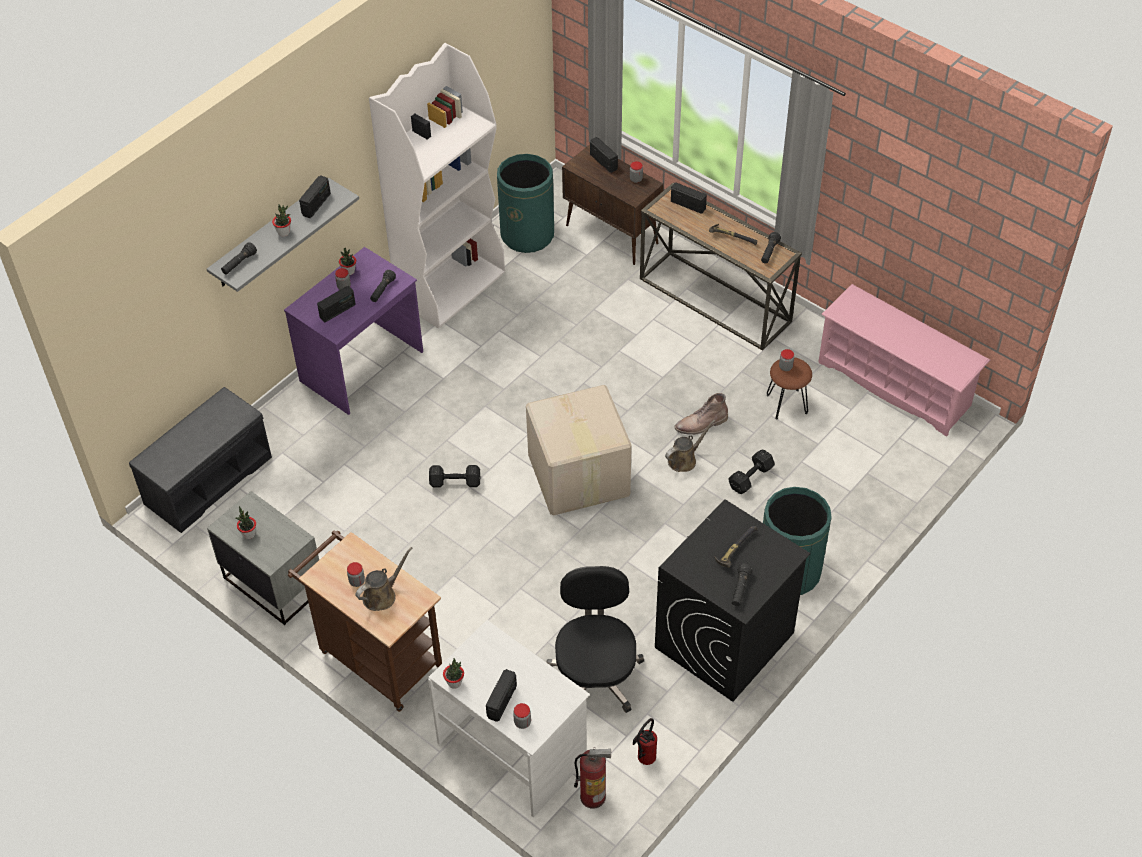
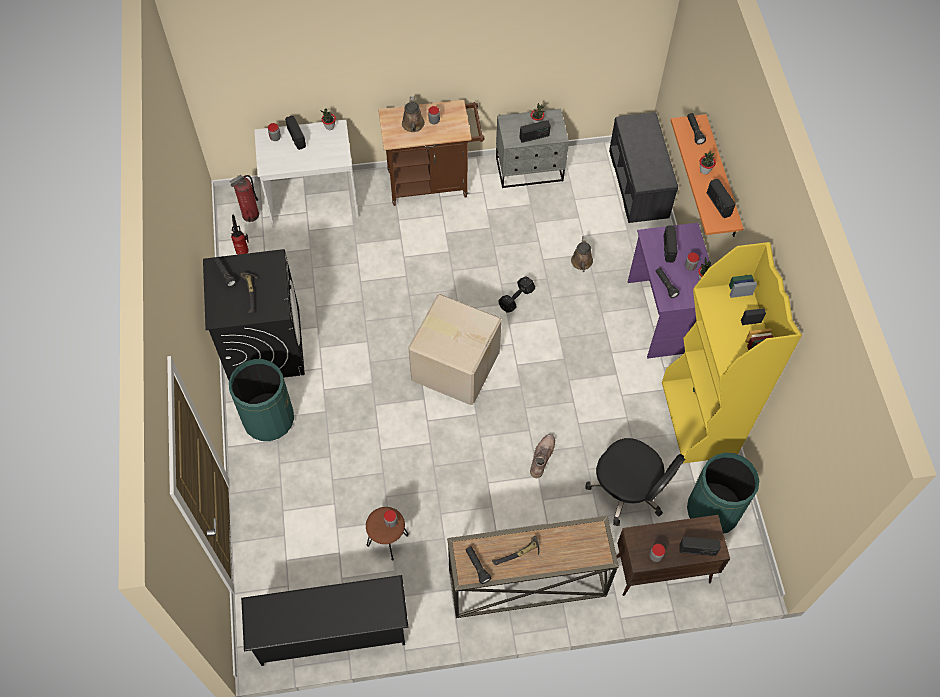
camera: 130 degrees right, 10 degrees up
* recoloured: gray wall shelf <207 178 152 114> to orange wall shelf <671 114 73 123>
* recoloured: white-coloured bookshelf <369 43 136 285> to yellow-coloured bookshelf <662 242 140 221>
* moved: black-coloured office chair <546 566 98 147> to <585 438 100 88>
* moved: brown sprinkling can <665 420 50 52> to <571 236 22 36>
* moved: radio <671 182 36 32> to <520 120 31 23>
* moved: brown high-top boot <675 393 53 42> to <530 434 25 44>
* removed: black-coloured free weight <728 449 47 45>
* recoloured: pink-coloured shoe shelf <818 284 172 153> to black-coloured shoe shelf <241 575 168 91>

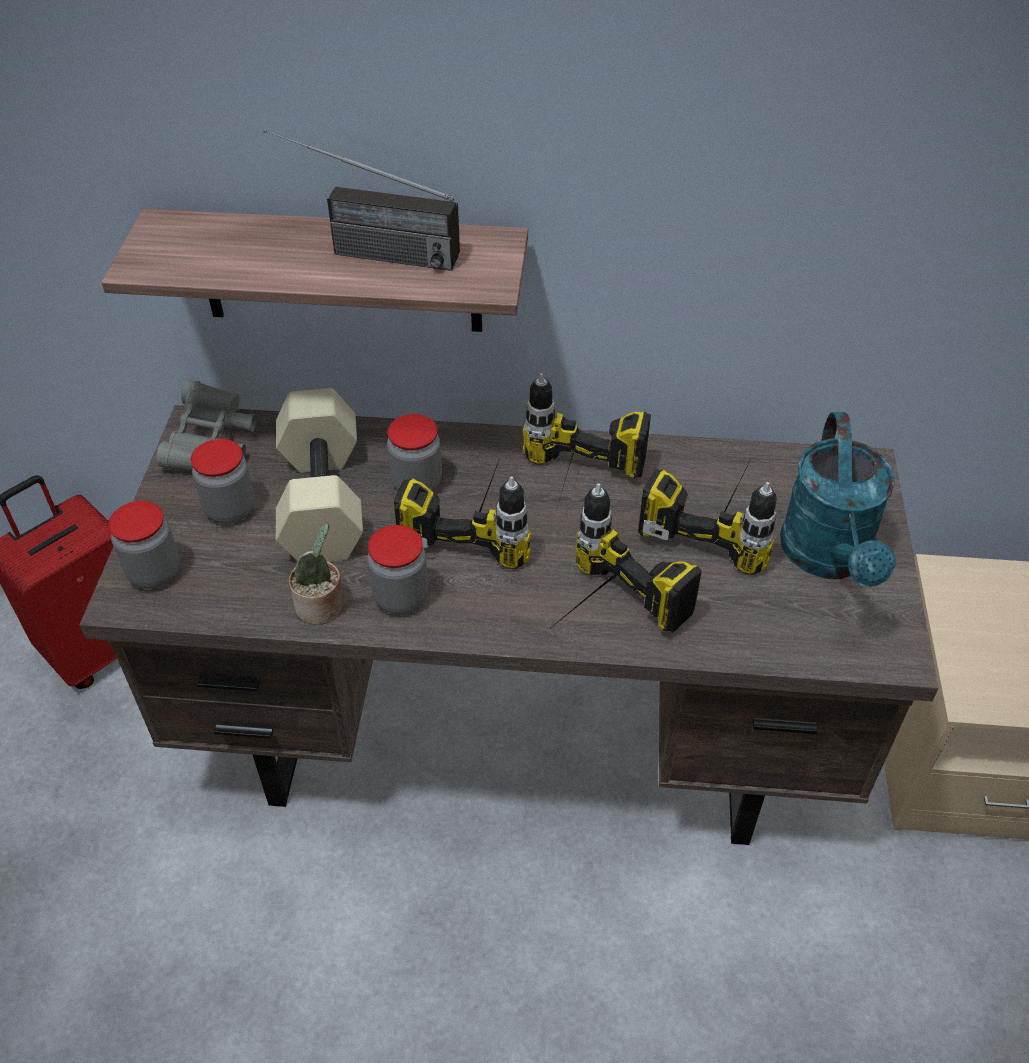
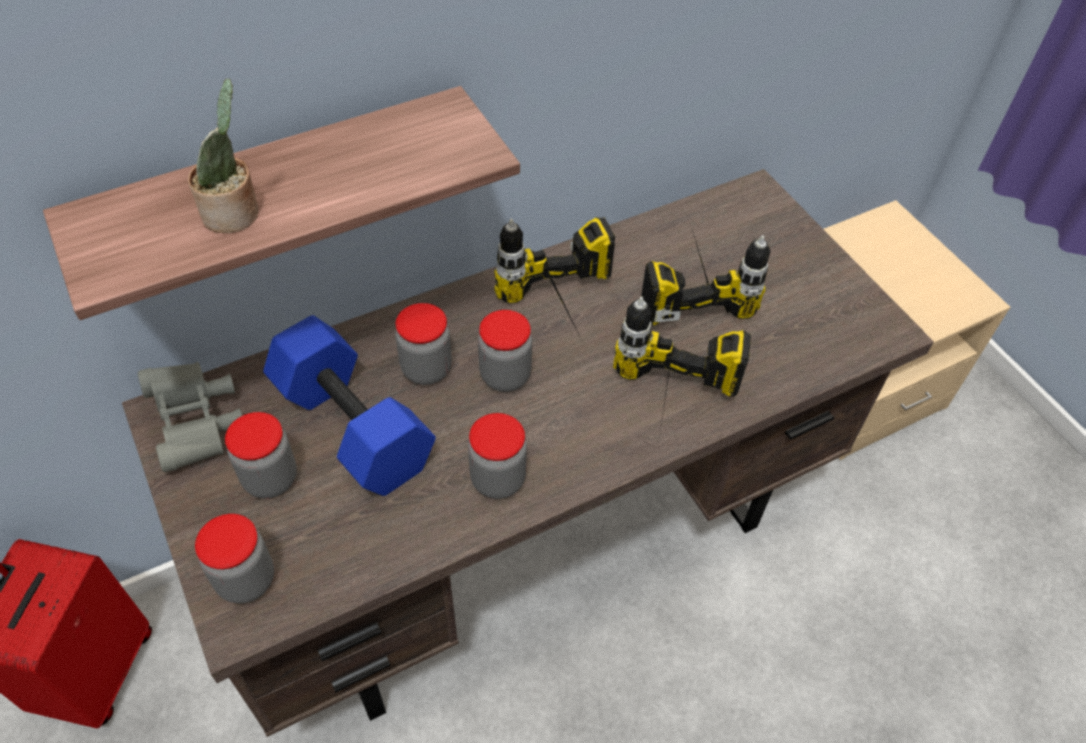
camera: 35 degrees left, 5 degrees up
* removed: radio <263 129 197 142>
* recoloured: sand-coloured free weight <276 388 87 174> to bluish free weight <263 315 173 181>
* moved: potted plant <289 523 55 102> to <188 79 71 154>
* replaced: electric drill <394 458 137 111> to preserve jar <478 310 54 82>
* removed: turquoise-coloured sprinkling can <780 412 116 175>

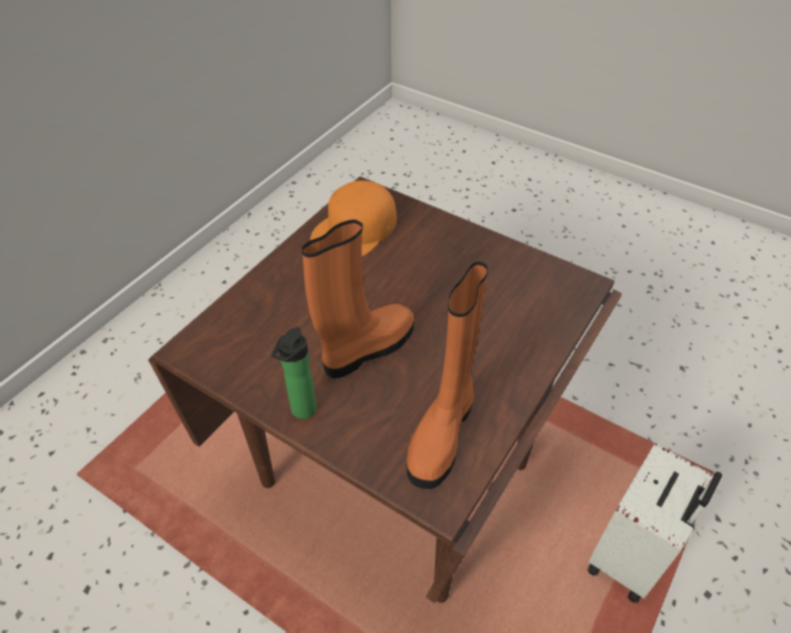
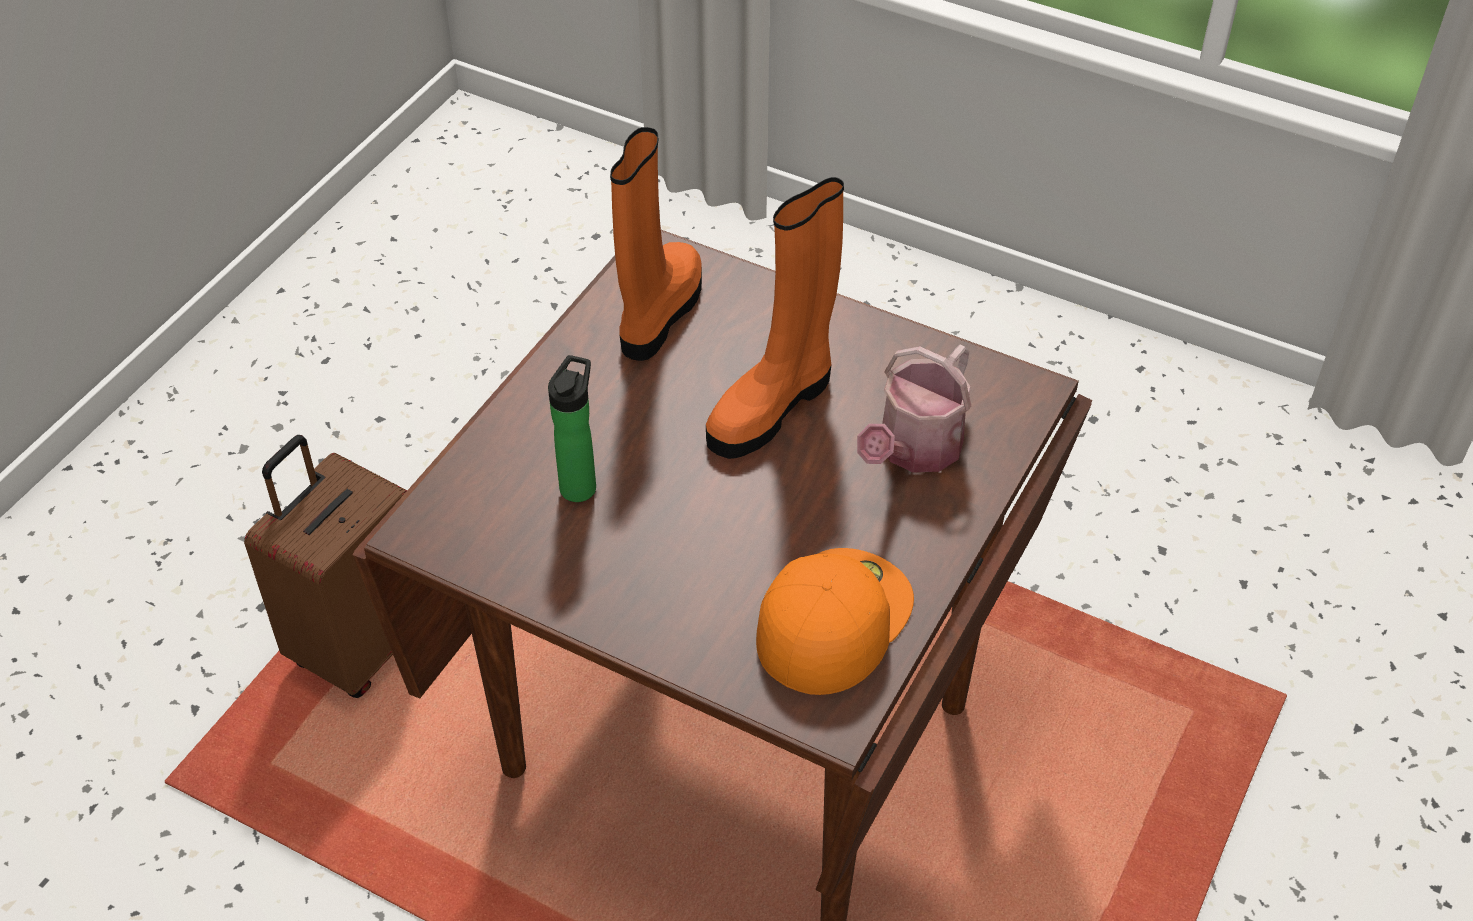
camera: 175 degrees right, 0 degrees up
* moved: drink bottle <271 327 46 92> to <548 355 48 147>
* recoloured: white-coloured travel case <587 443 135 161> to brown travel case <244 435 163 263>
* added: sprinkling can <857 345 115 128>

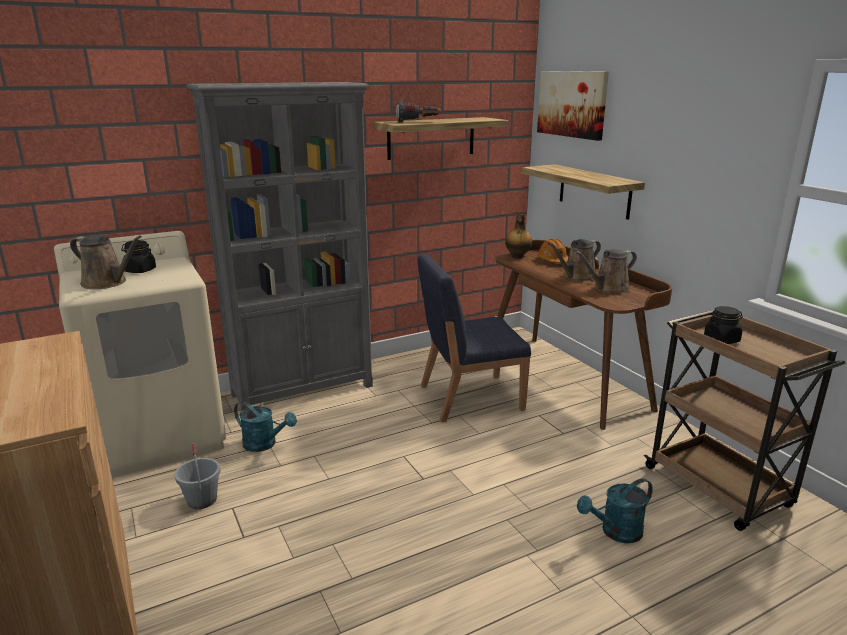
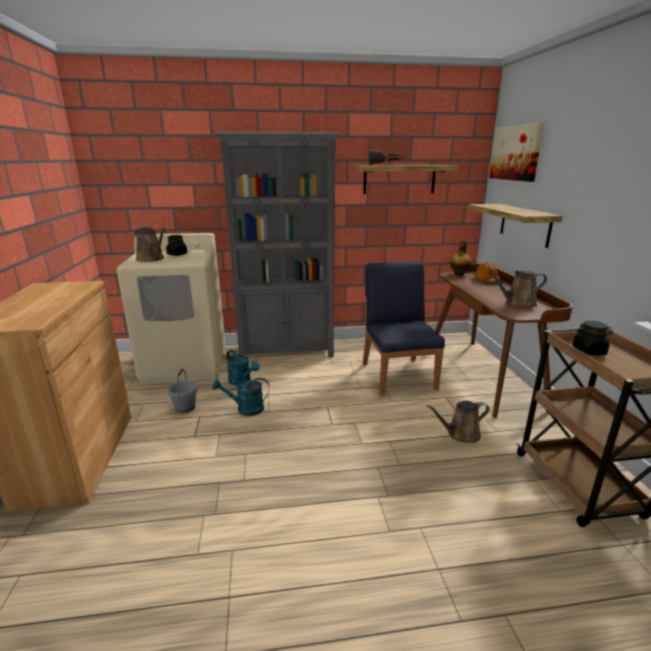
camera: 20 degrees right, 0 degrees up
* turned: bluish plain chair <417 255 114 167> = <363 261 82 134> 75 degrees clockwise
* moved: brown sprinkling can <548 239 53 42> to <427 401 63 42>
* moved: turquoise-coloured sprinkling can <577 478 76 65> to <212 378 57 38>

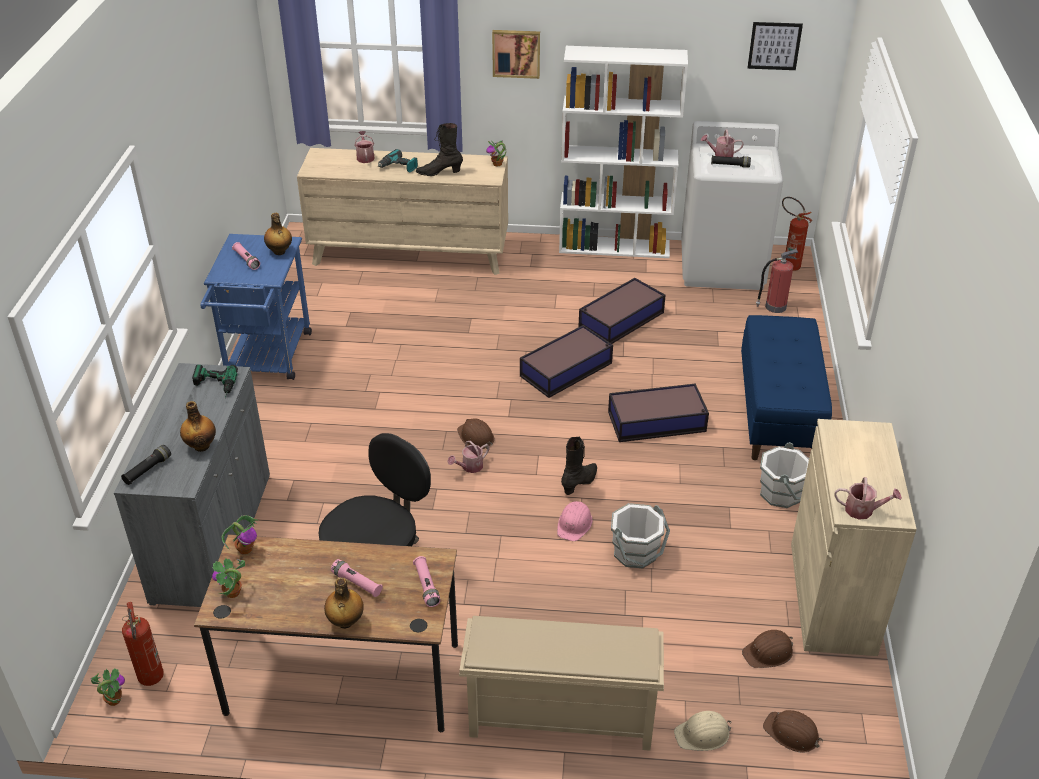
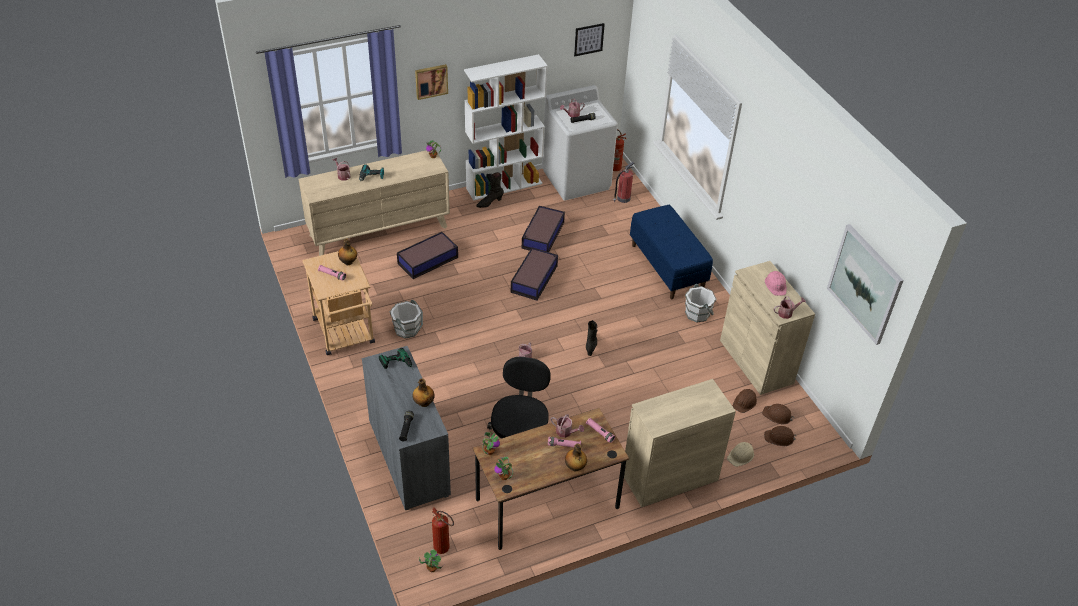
camera: 30 degrees left, 5 degrees up
* recoloured: bluish wheeled cart <200 234 112 146> to sand-coloured wheeled cart <302 251 73 104>
* moved: black-coloured high-top boot <416 123 47 53> to <476 172 28 36>
* moved: brown safety helmet <457 418 37 31> to <762 404 32 21>
* replaced: sand-coloured shoe shelf <459 616 205 135> to sand-coloured storage cabinet <624 379 112 128>
* moved: pink-coloured safety helmet <557 501 36 40> to <765 271 22 25>
* moved: storage container <608 383 101 59> to <397 232 61 47>
* moved: white-coloured bucket <611 503 59 66> to <390 300 33 39>
* added: sprinkling can <551 414 33 24>
* added: wall art <827 224 77 121>

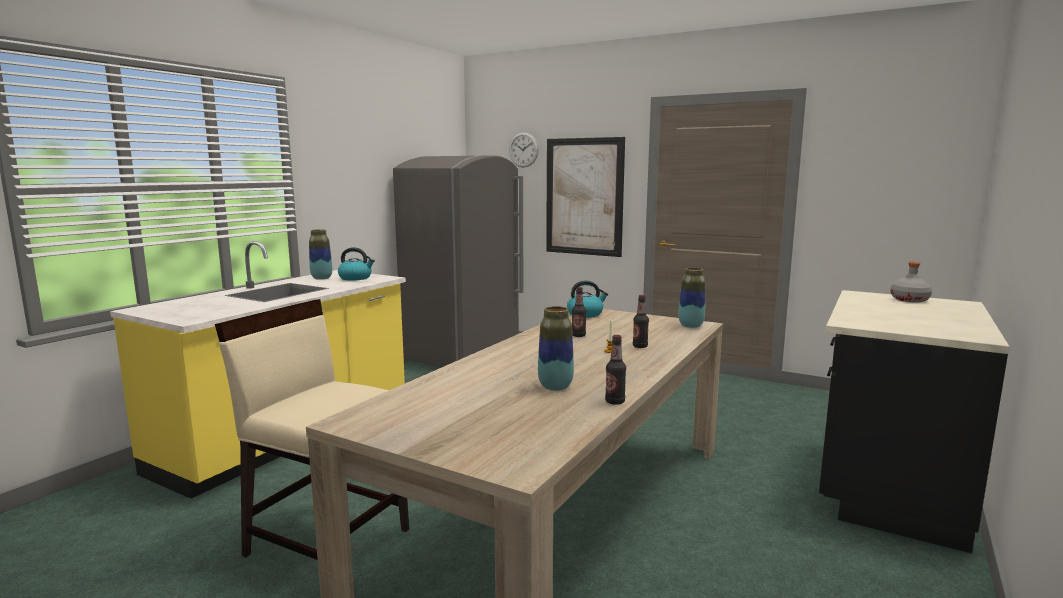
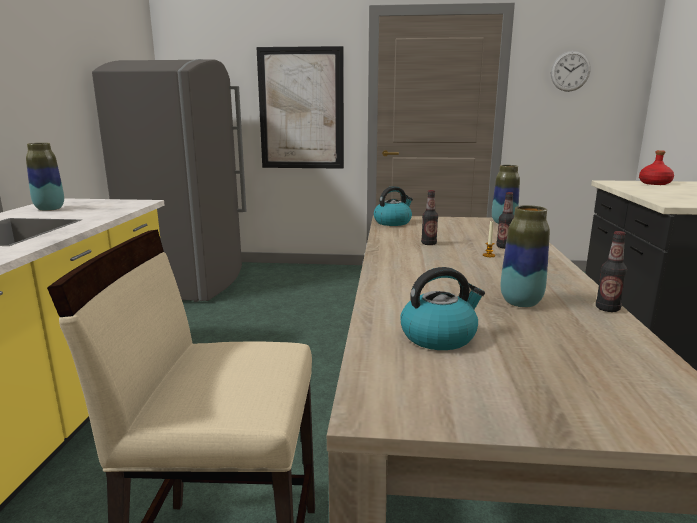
camera: 25 degrees left, 5 degrees up
* moved: tea kettle <338 247 37 34> to <400 267 85 83>
* moved: wall clock <509 132 30 35> to <551 51 40 41>
* recoloured: gray drink bottle <890 262 42 41> to red drink bottle <639 150 35 35>

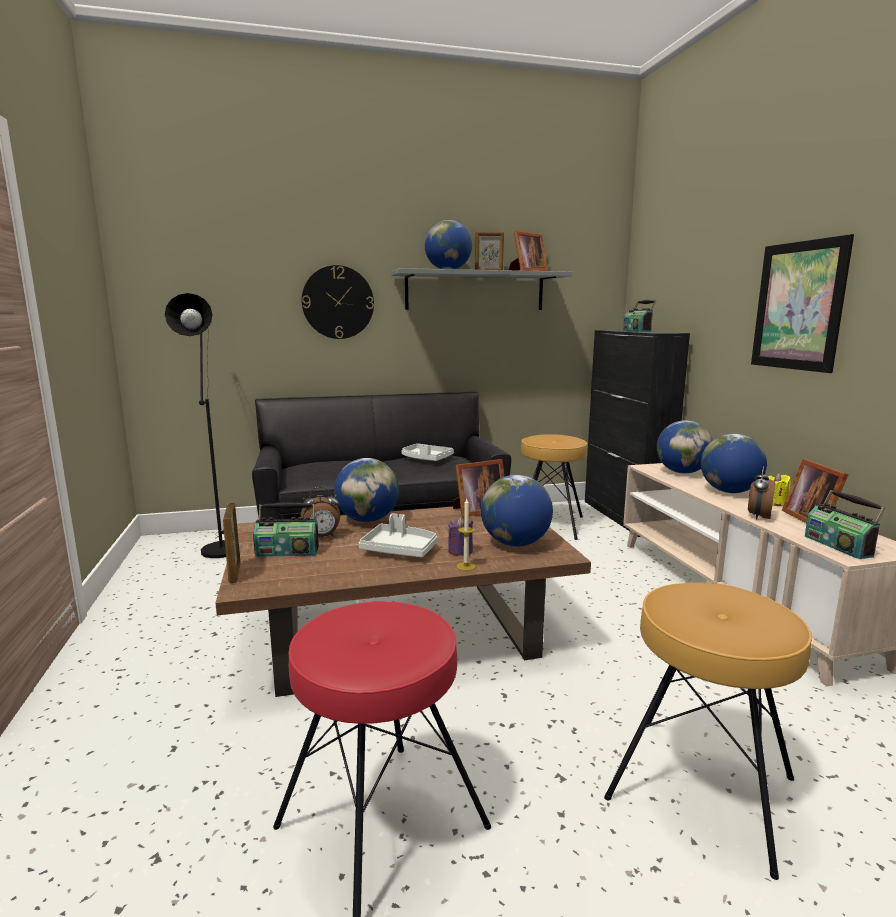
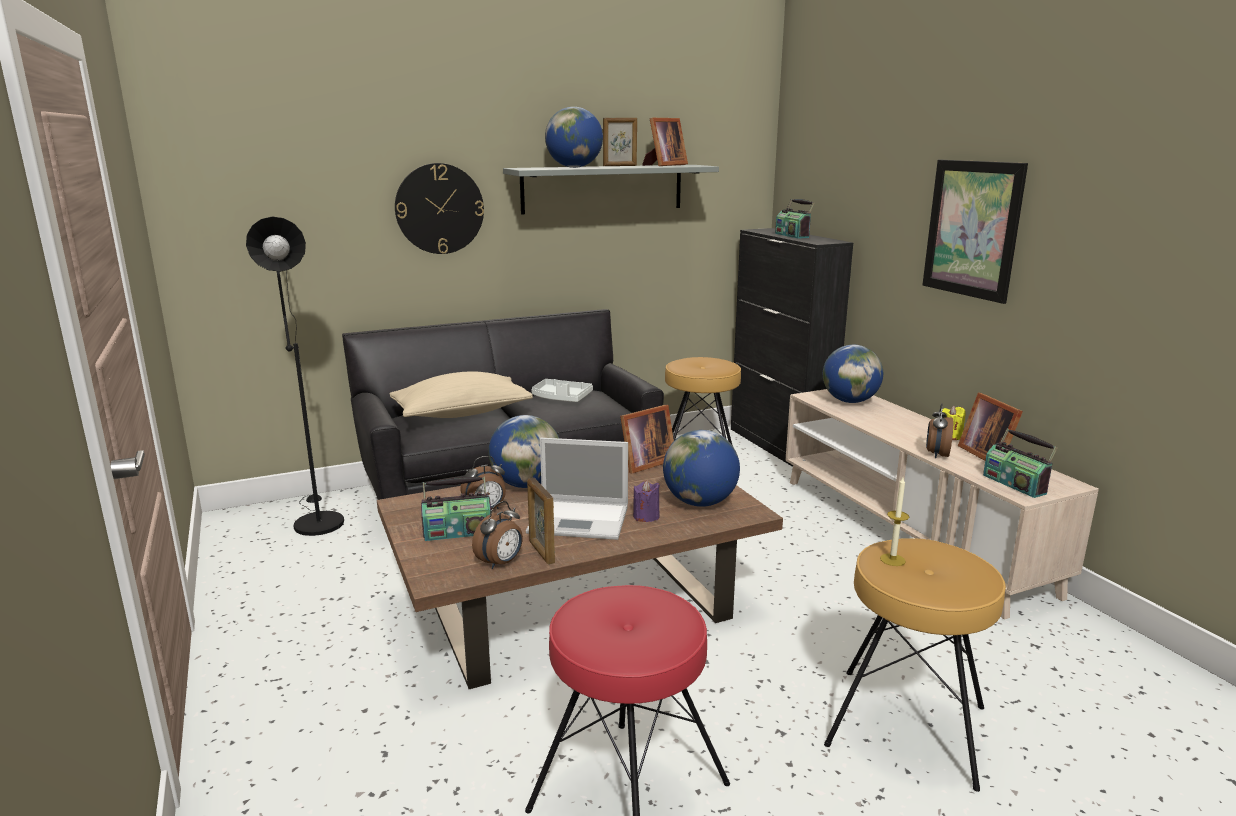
camera: 10 degrees left, 5 degrees up
* moved: standing frame <223 503 18 80> to <527 478 28 87>
* replaced: white-coloured serving tray <359 513 78 44> to portable computer <526 438 102 102>
* moved: candle <457 499 19 72> to <880 477 29 89>
* removed: world globe <701 434 66 59>
* added: sand-coloured throw pillow <389 372 144 46>
* added: alarm clock <472 501 51 68>

